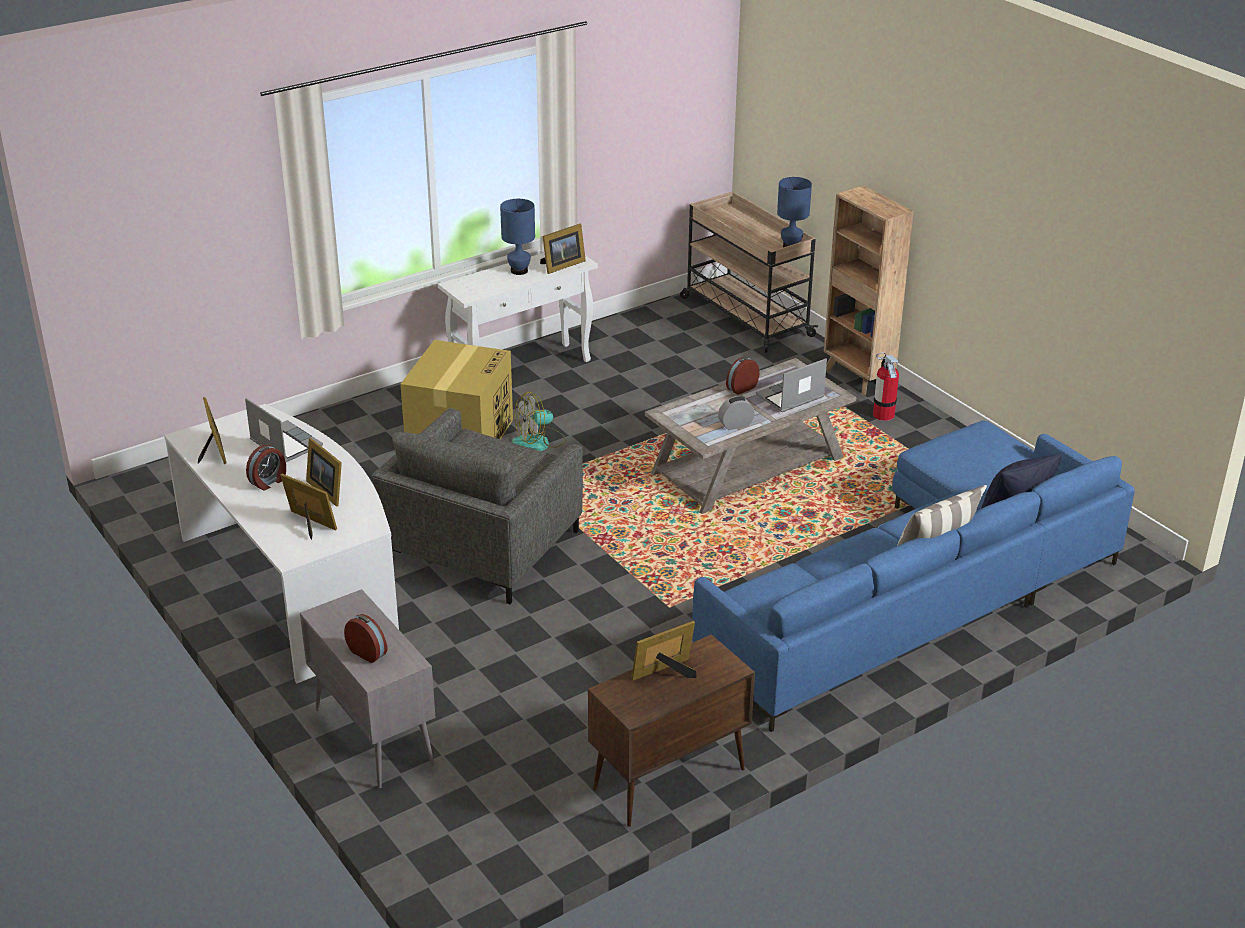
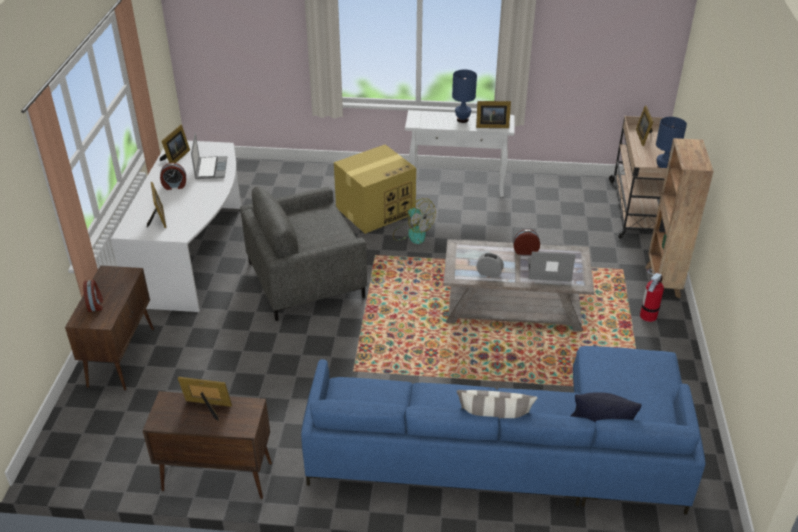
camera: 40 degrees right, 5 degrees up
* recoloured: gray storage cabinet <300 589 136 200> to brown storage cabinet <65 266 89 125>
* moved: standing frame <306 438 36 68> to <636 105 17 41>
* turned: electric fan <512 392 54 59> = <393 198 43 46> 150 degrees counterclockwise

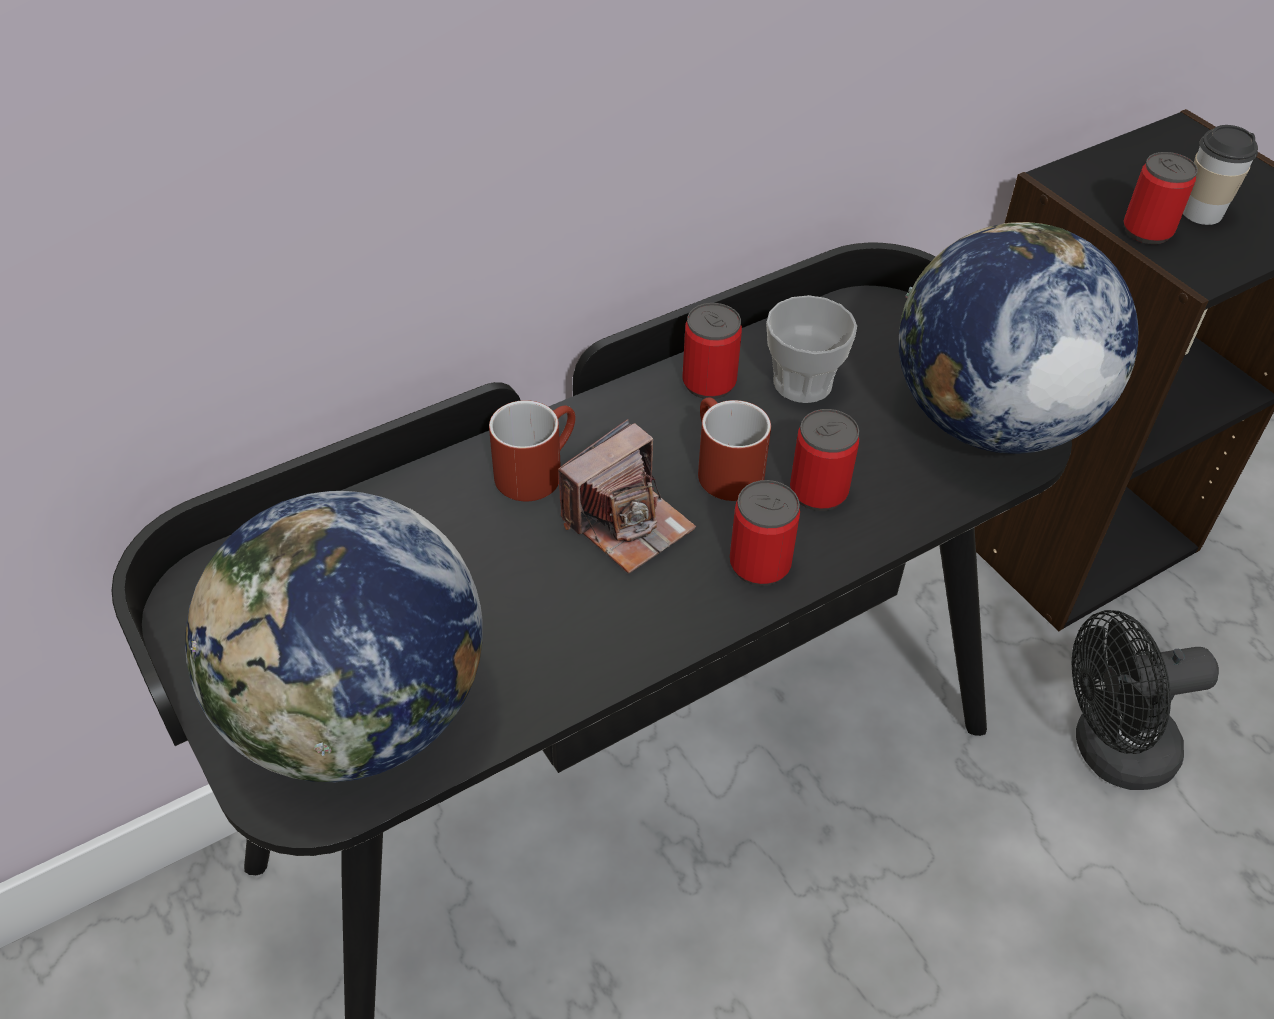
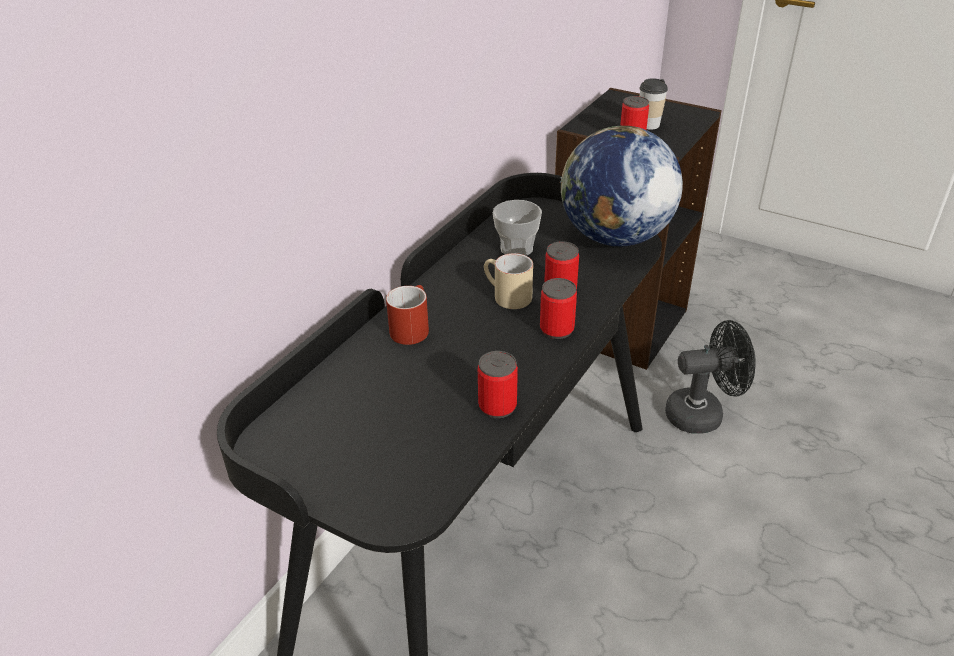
camera: 25 degrees left, 10 degrees down
* removed: world globe <185 491 298 291>
* removed: still camera <558 419 138 155>
* moved: metal can <682 303 60 96> to <478 351 40 67>
* recoloured: red mug <698 397 73 104> to sand-coloured mug <484 253 49 56>
* turned: black-coloured electric fan <1072 610 147 180> = <665 320 91 114> 150 degrees counterclockwise

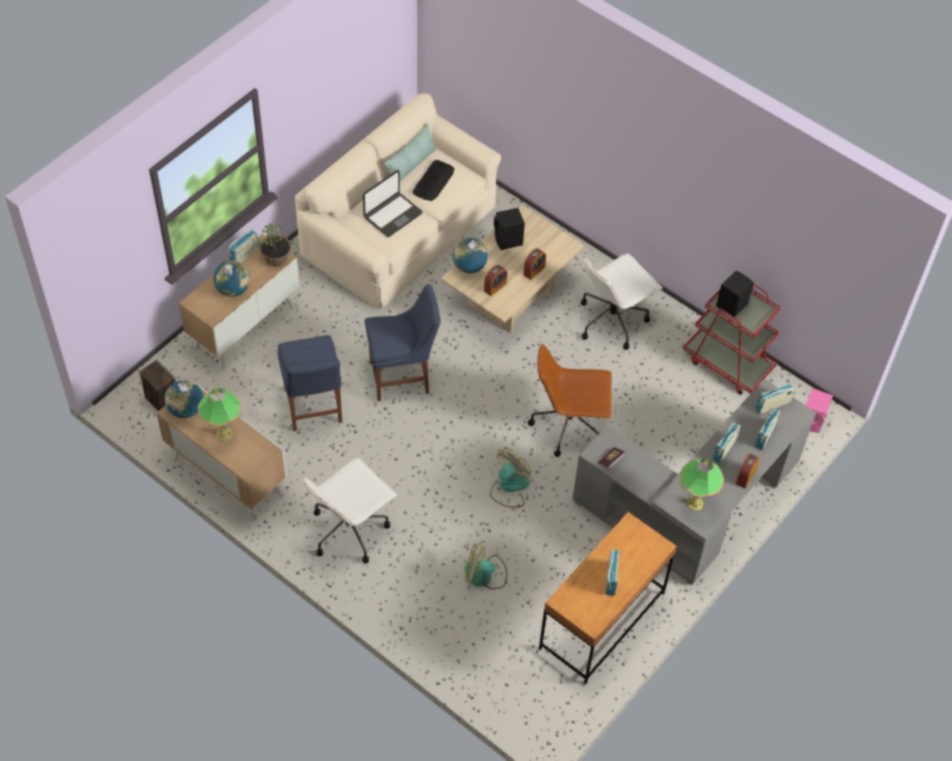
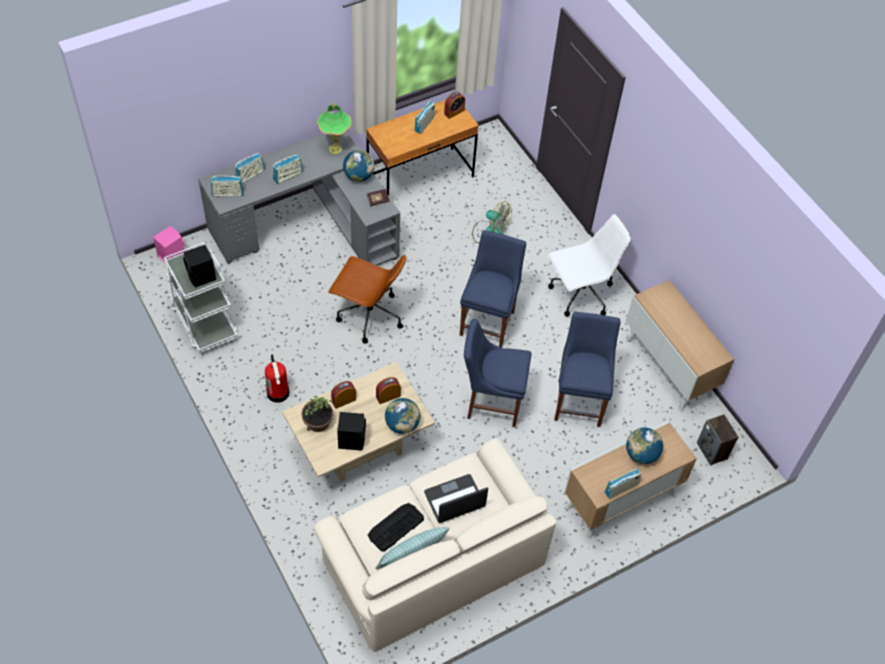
camera: 160 degrees left, 0 degrees up
* moved: world globe <165 380 39 38> to <343 150 32 32>
* removed: tabletop lamp <198 388 43 53>
* moved: potted plant <259 223 32 44> to <301 396 32 36>
* removed: electric fan <490 447 41 61>
* replaced: white-coloured office chair <581 253 82 97> to fire-fighting cylinder <265 355 24 48>
* recoloured: red wheeled cart <683 284 97 111> to white-coloured wheeled cart <164 242 74 111>
* moved: alarm clock <736 454 24 34> to <444 92 21 27>
* added: bluish plain chair <460 230 66 118>

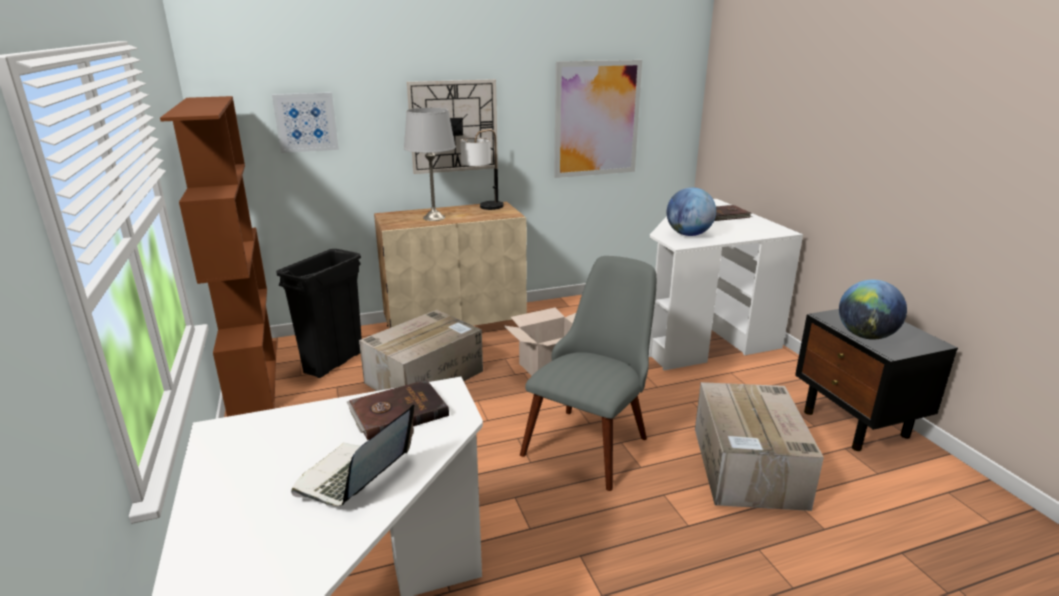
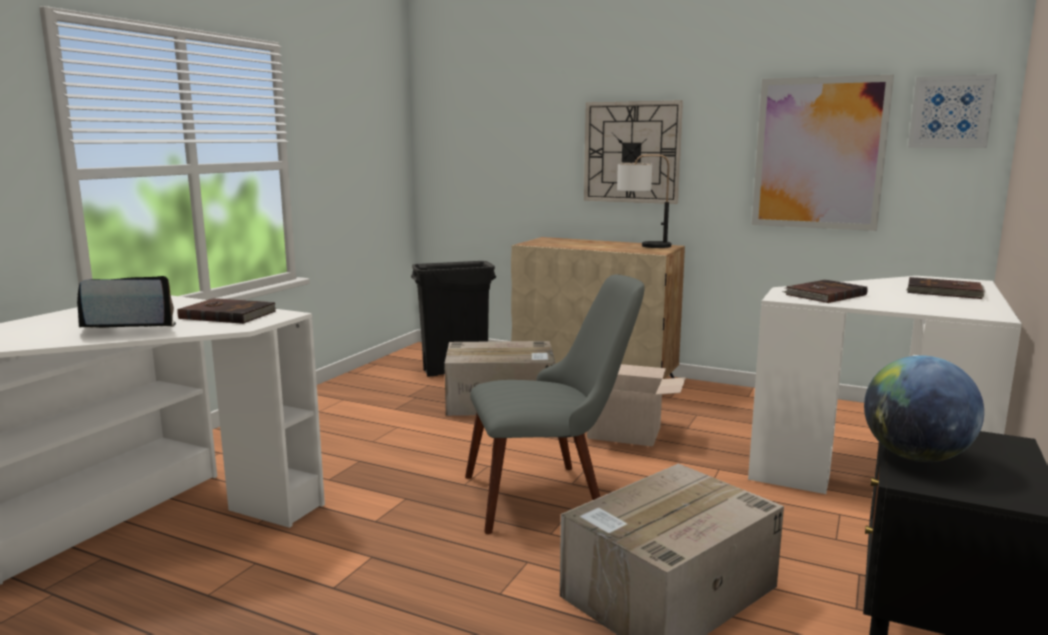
camera: 45 degrees right, 10 degrees down
* removed: brown bookshelf <160 96 117 321>
* moved: wall art <272 92 67 61> to <908 74 89 74>
* removed: gray tabletop lamp <404 108 52 113>
* replaced: world globe <667 187 49 49> to brown bound book <782 280 86 23>

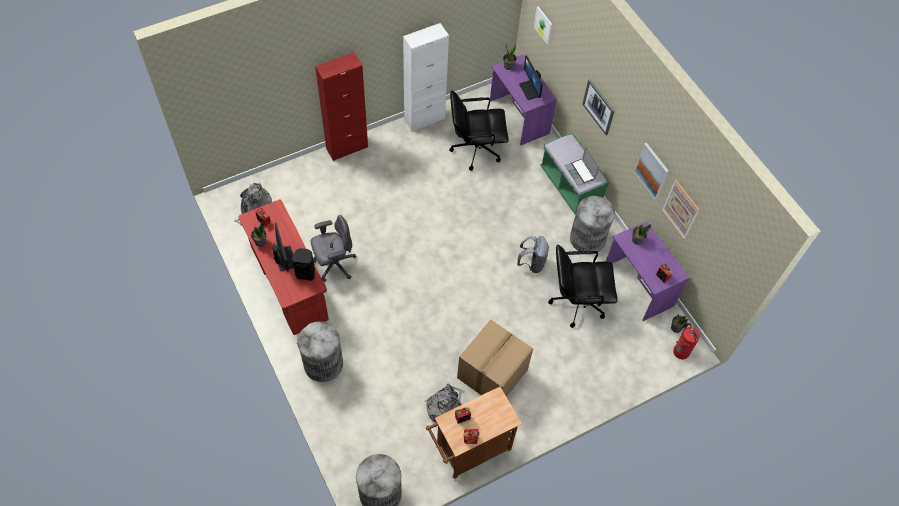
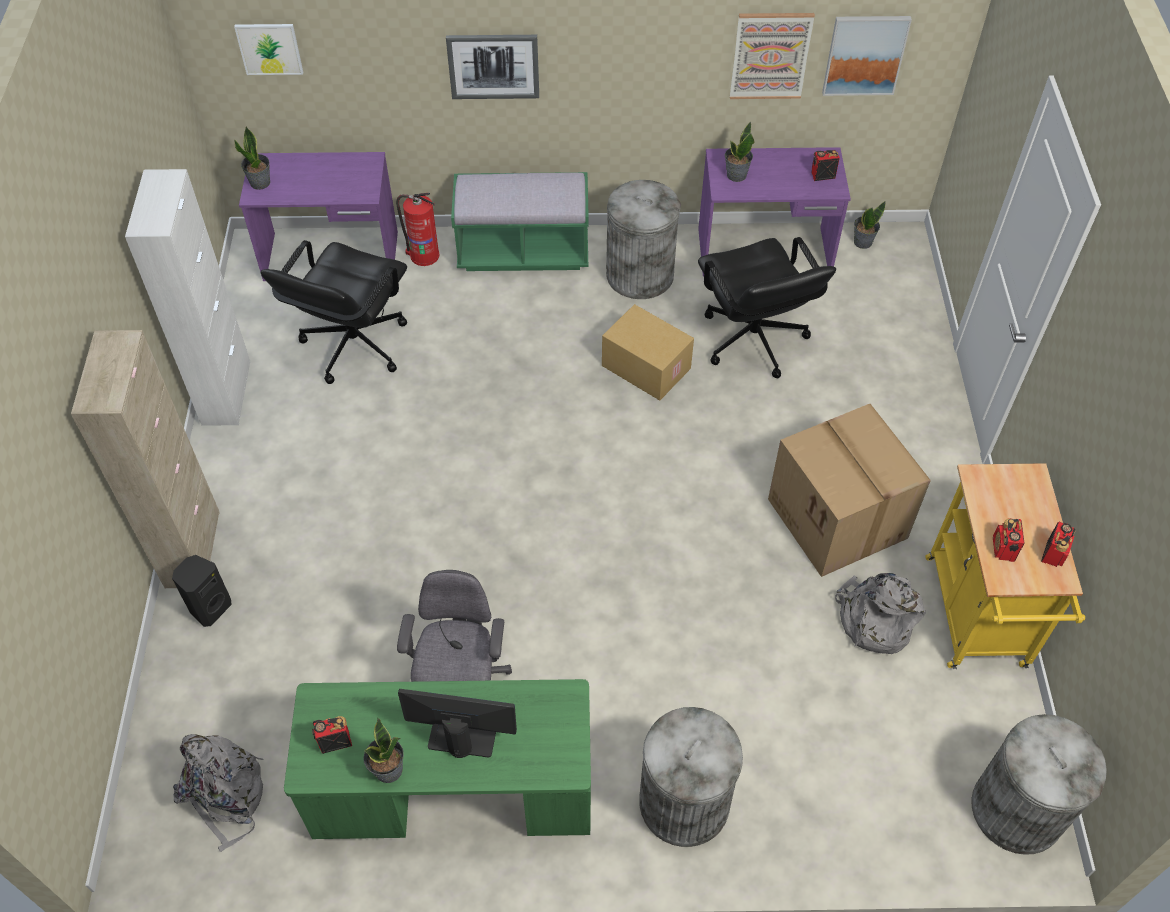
camera: 60 degrees left, 5 degrees down
* recoloured: red desk table <239 199 90 136> to green desk table <284 679 307 160>
* moved: black-coloured loudspeaker <292 248 23 33> to <172 555 60 72>
* recoloured: red storage cabinet <315 52 53 109> to sand-coloured storage cabinet <71 330 149 258>
* recoloured: brown wheeled cart <426 387 96 92> to yellow-coloured wheeled cart <925 463 160 207>
* replaced: gray backpack <517 236 32 37> to carton <602 304 92 96>
* removed: monitor <519 55 24 45>
* turned: black-coloured office chair <548 245 69 83> = <698 237 138 141> 45 degrees counterclockwise
* removed: portable computer <565 146 34 40>
* moved: wall art <634 143 35 57> to <822 16 90 80>
* moved: fire-fighting cylinder <673 323 27 36> to <396 193 43 73>

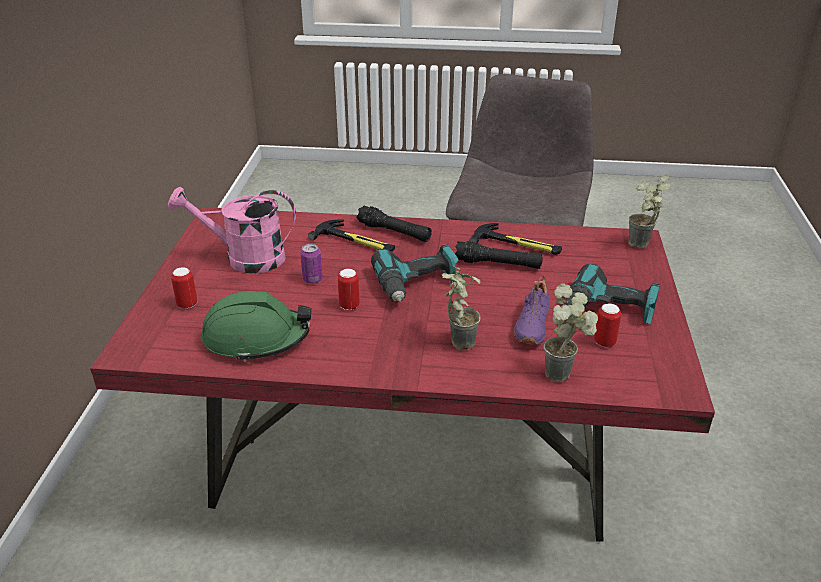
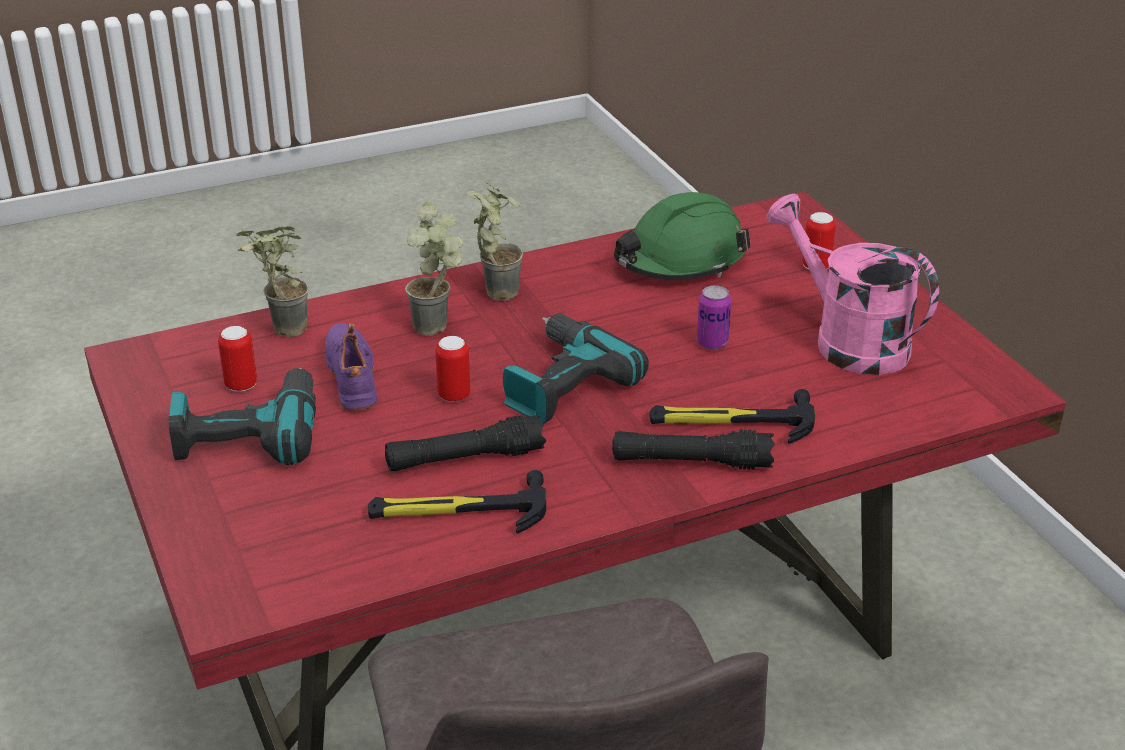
camera: 150 degrees right, 0 degrees up
* turned: pink-coloured sprinkling can <168 187 128 86> = <766 194 173 181> 105 degrees counterclockwise
* moved: metal can <338 269 22 41> to <435 336 35 66>
* moved: potted plant <628 174 43 75> to <467 182 56 119>

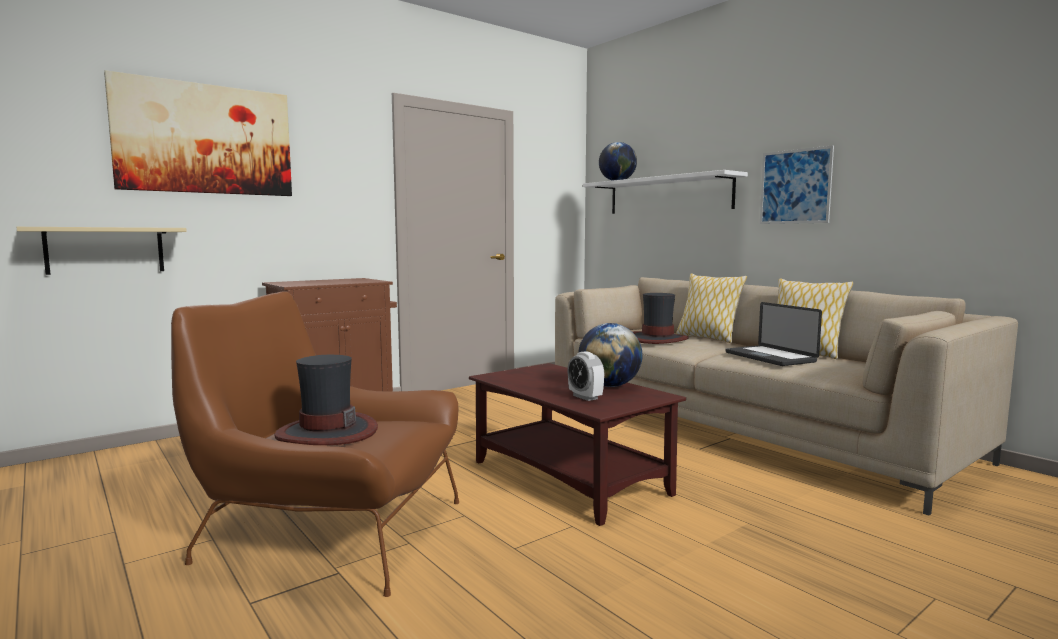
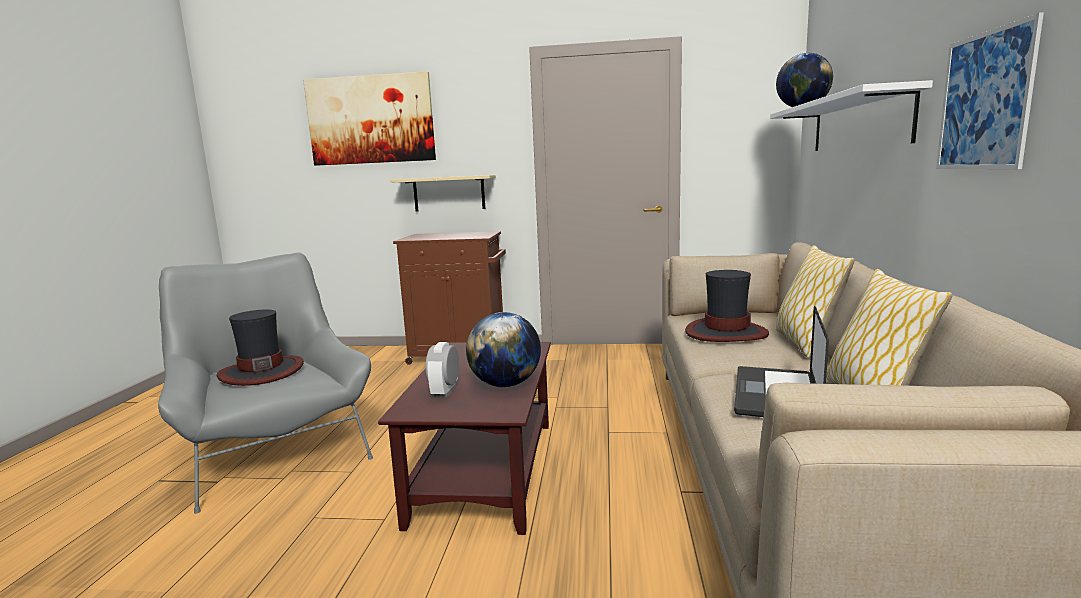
camera: 45 degrees right, 5 degrees up
* moved: sand-coloured wall shelf <17 227 170 48> to <390 175 106 36>
* recoloured: brown lounge chair <171 291 288 306> to gray lounge chair <158 253 215 261>

